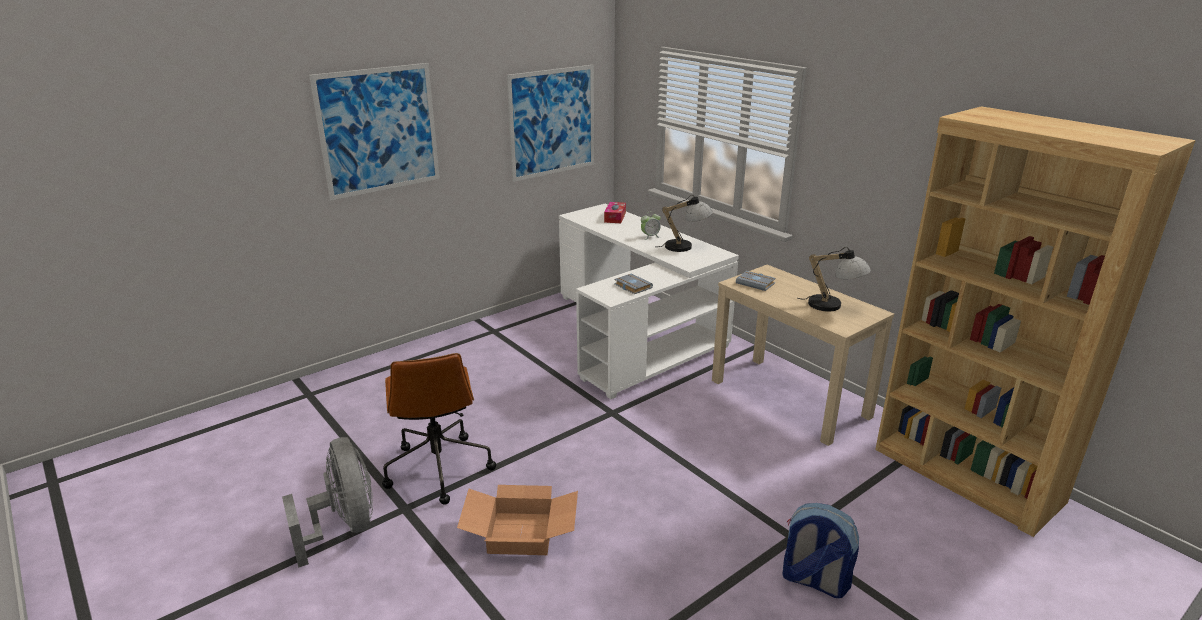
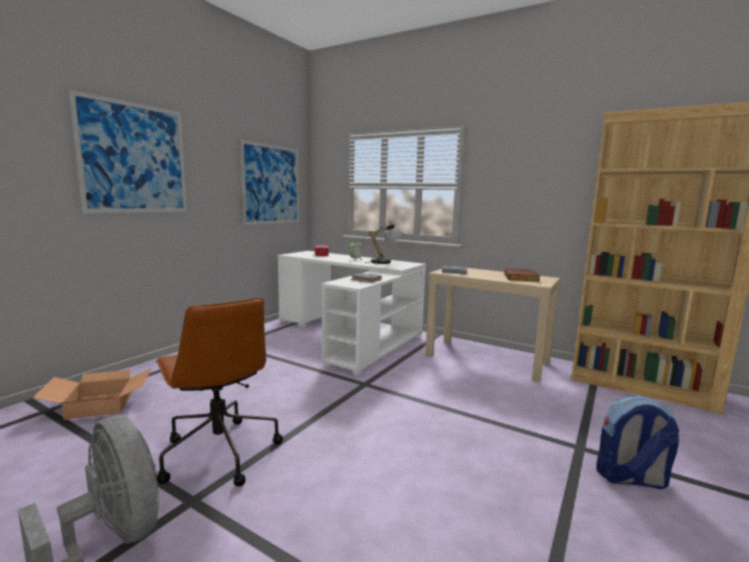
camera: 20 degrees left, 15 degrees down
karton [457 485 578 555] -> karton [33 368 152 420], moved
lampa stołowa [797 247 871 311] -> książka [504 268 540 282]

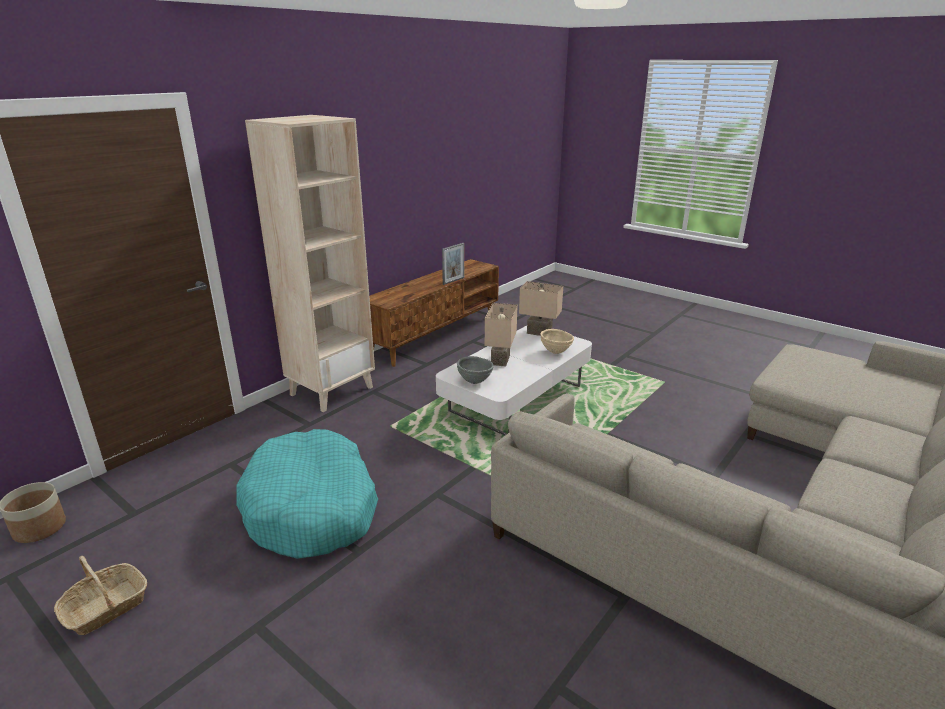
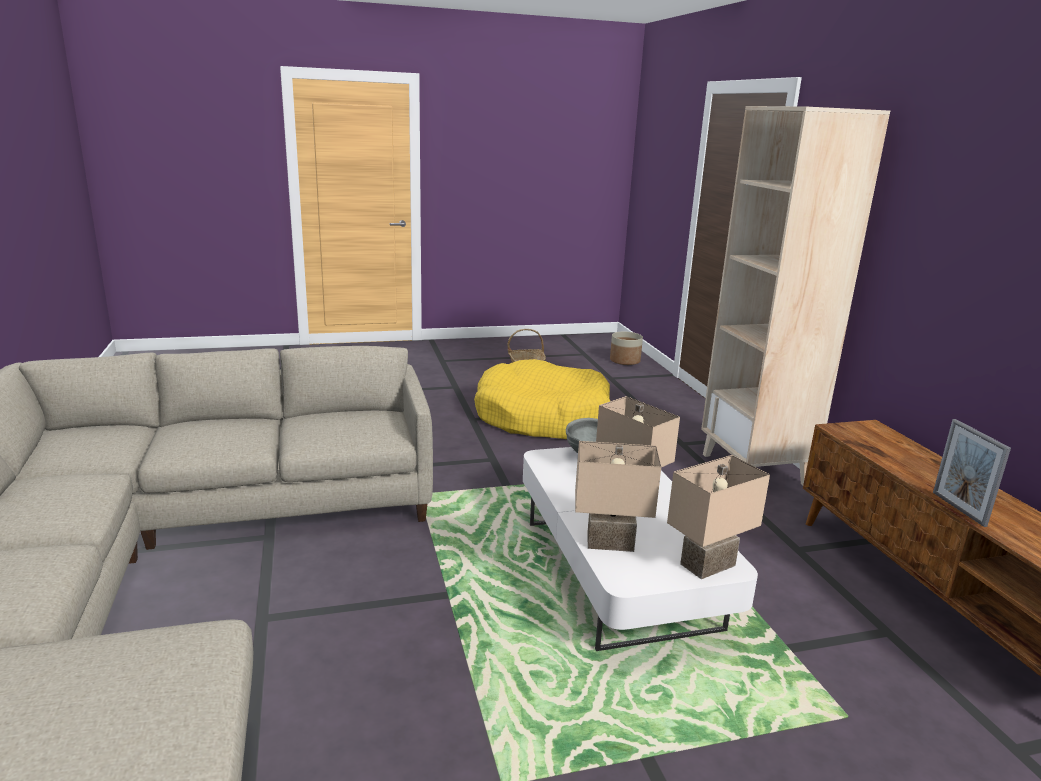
camera: 125 degrees right, 5 degrees down
miska [beżowy] [540 329 574 354] -> lampa stołowa [beżowy] [575 441 661 552]
legowisko [turkusowy] [236 429 378 559] -> legowisko [żółty] [474 359 610 439]

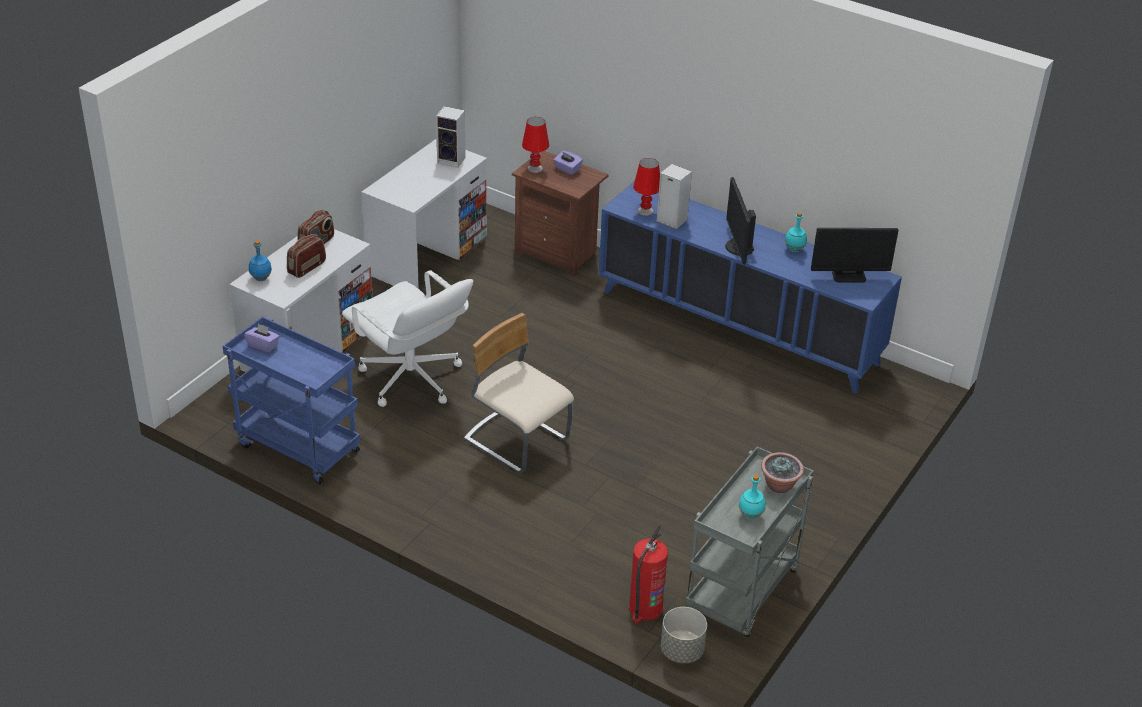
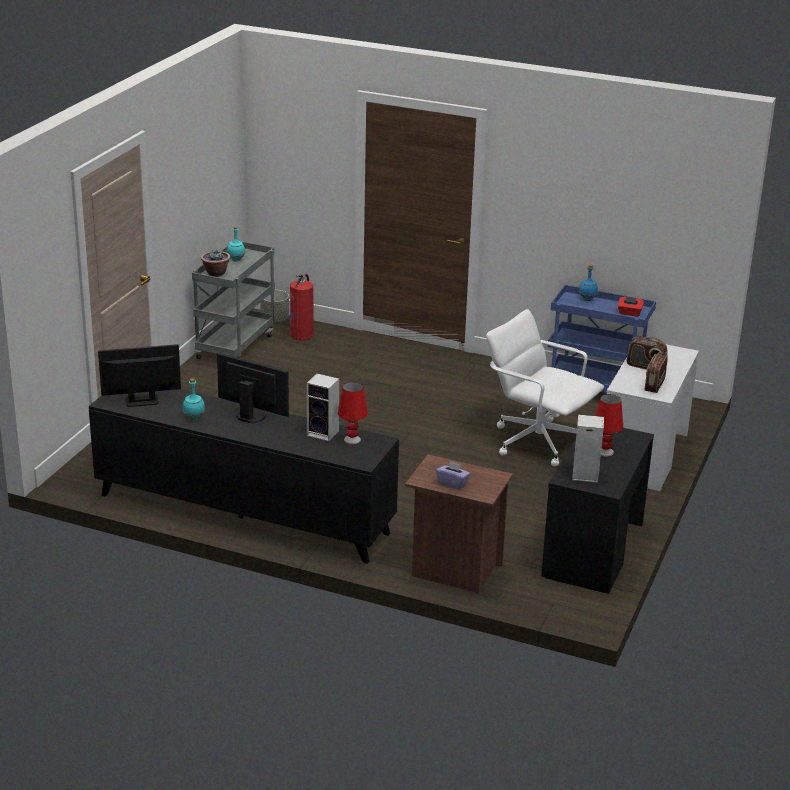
camera: 170 degrees right, 10 degrees down
krzesło [beżowy] [464 313 574 473] -> none
butelka [niebieski] [249 240 272 281] -> butelka [niebieski] [579 264 598 301], moved
lampa stołowa [czerwony] [522 117 549 173] -> lampa stołowa [czerwony] [595 394 623 456], moved
pudełko chusteczek [fioletowy] [244 324 280 353] -> pudełko chusteczek [czerwony] [618 296 644 317]
biurko [biały] [361 139 487 289] -> biurko [czarny] [541 428 654 594]
szafka [niebieski] [599 181 902 394] -> szafka [czarny] [89 389 399 564]
radio [287 234 326 278] -> radio [627 337 668 370], 90 degrees clockwise
monitor [725 177 756 265] -> monitor [217 352 289 423], 45 degrees counterclockwise

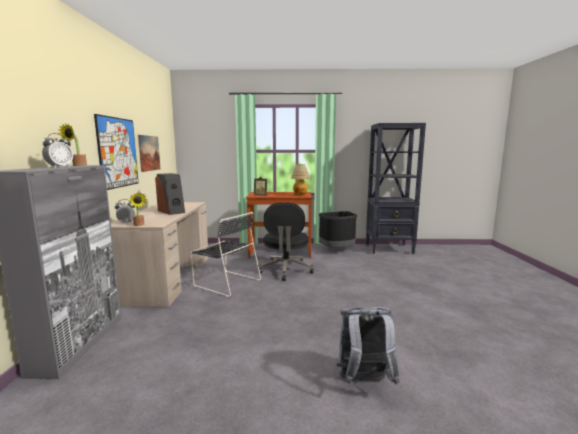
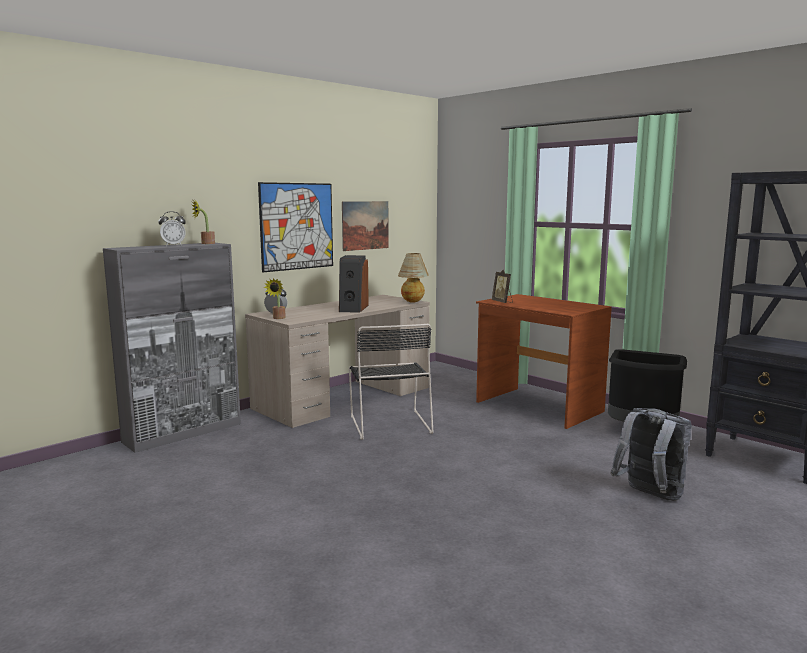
camera: 45 degrees right, 0 degrees up
krzesło biurowe [czarny] [258 203 314 281] -> none
lampa stołowa [291 164 310 195] -> lampa stołowa [398 253 429 303], moved
plecak [szary] [336 307 400 384] -> plecak [szary] [611 408 692 501], moved

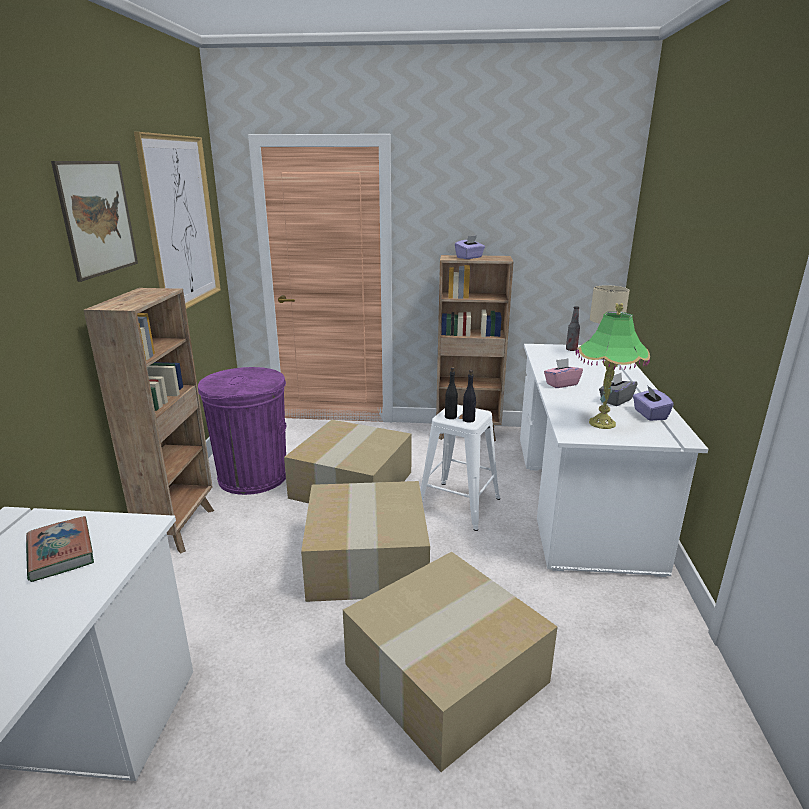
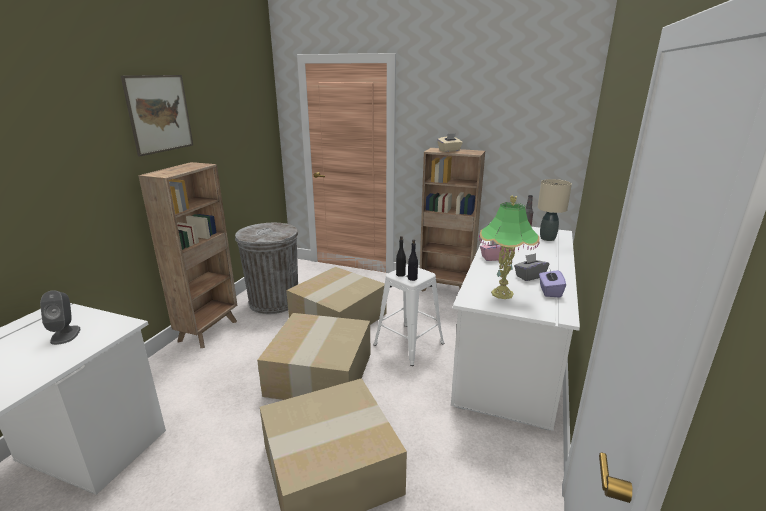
camera: 15 degrees right, 0 degrees up
obraz [134 132 221 309] -> none
książka [26 516 94 582] -> głośnik [szary] [40 290 80 345]
kosz na śmieci [fioletowy] [198 367 286 495] -> kosz na śmieci [szary] [235 223 298 314]
pudełko chusteczek [fioletowy] [455 235 485 259] -> pudełko chusteczek [beżowy] [438 133 463 152]

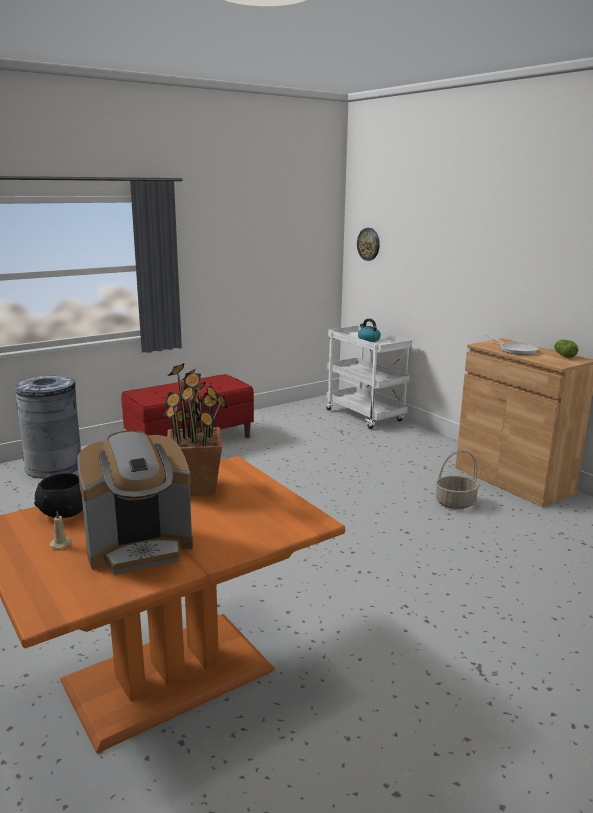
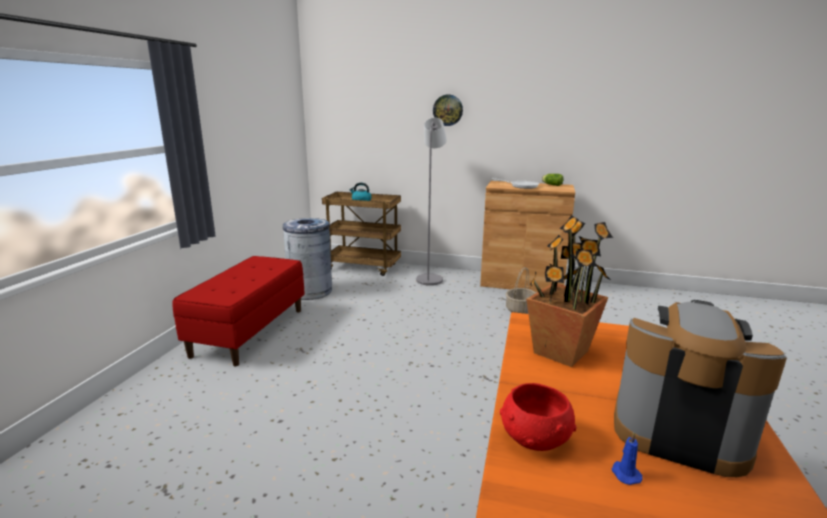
camera: 40 degrees left, 0 degrees up
none -> lampa stojąca [szary] [416 118 447 286]
kosz na śmieci [szary] [14 376 81 479] -> kosz na śmieci [szary] [283 218 332 300], moved
zegar ścienny [357 228 380 261] -> zegar ścienny [433 95 463 126], moved
miska [czarny] [34 473 83 518] -> miska [czerwony] [500 383 576 451]
świeca [beżowy] [50 511 72 549] -> świeca [niebieski] [612 432 642 485]
wózek [biały] [326 325 412 429] -> wózek [brązowy] [322 192 401 276]
ekspres do kawy [77 430 193 575] -> ekspres do kawy [614 300 787 477], 90 degrees counterclockwise

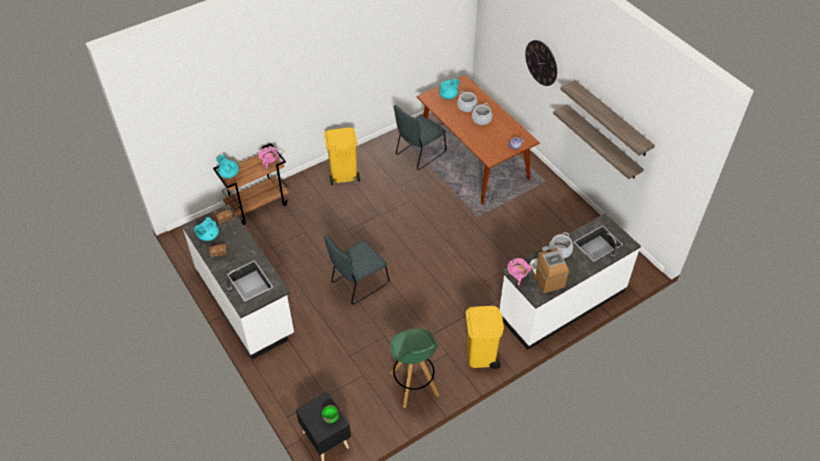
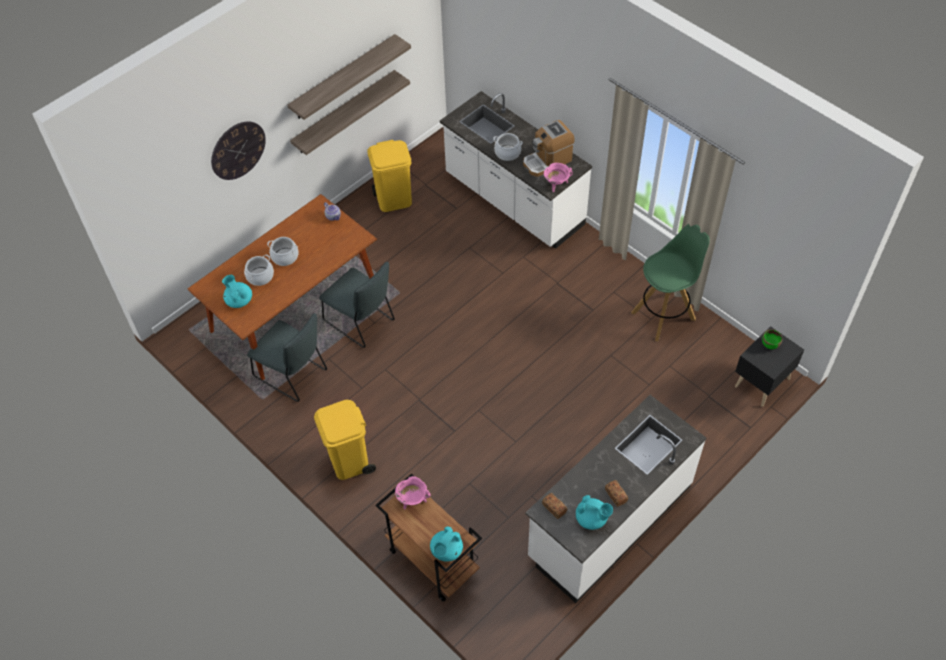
camera: 100 degrees left, 5 degrees up
krzesło [szary] [324 235 390 304] -> krzesło [szary] [319 262 395 348], moved
kosz na śmieci [żółty] [466 306 504 369] -> kosz na śmieci [żółty] [367 140 412 212], moved

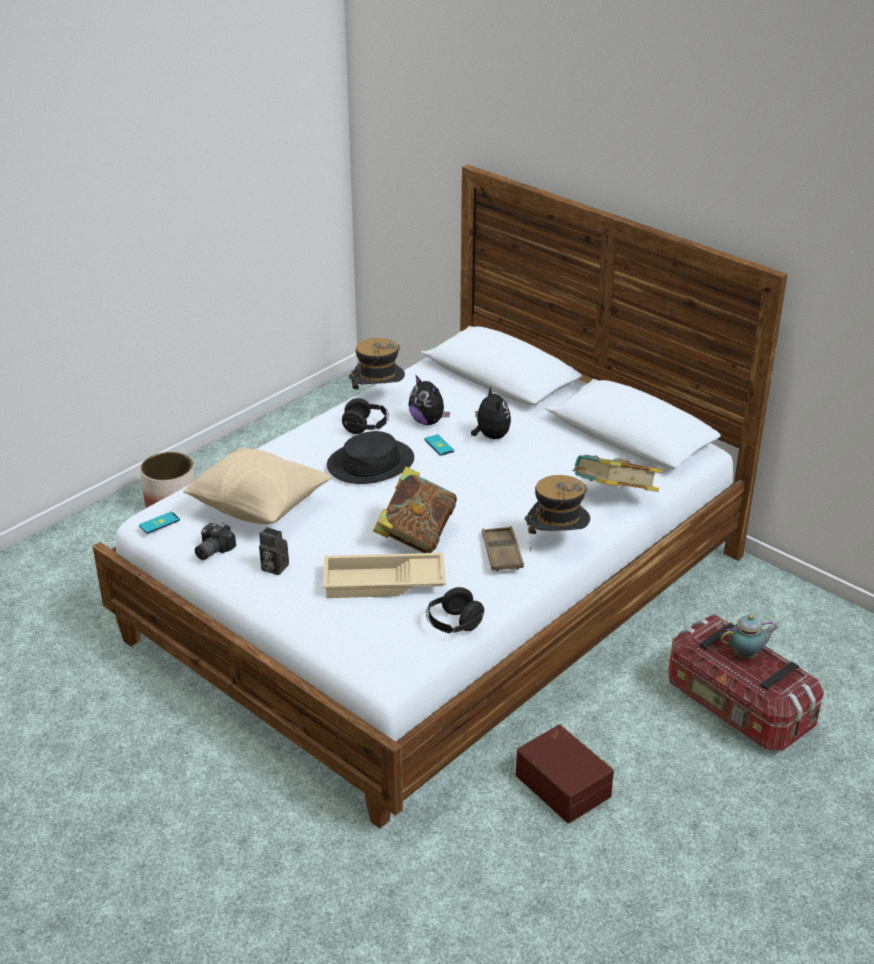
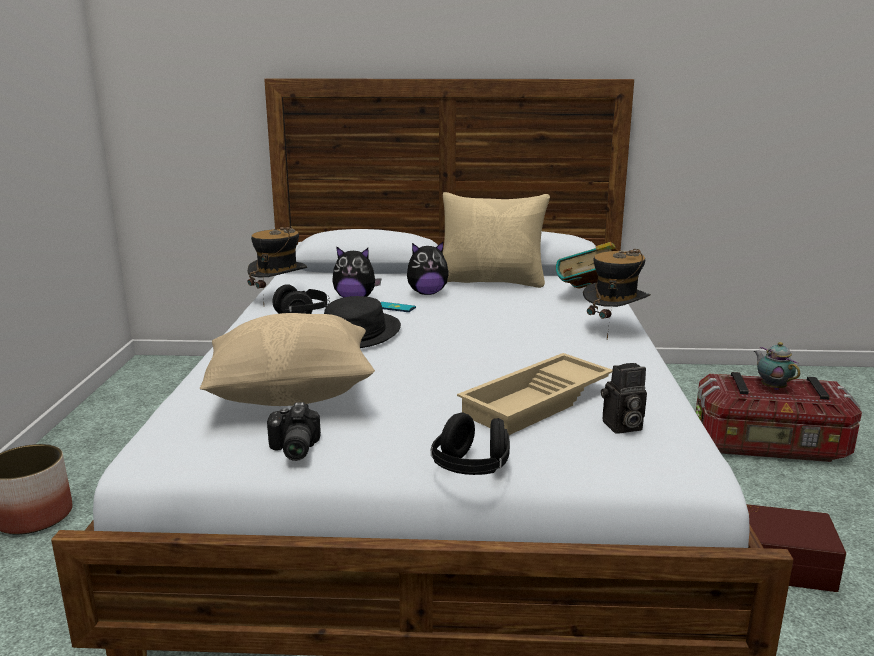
camera: 40 degrees left, 15 degrees down
telefon [139 512 180 534] -> none
książka [373 467 457 553] -> none
taca [brązowy] [482 526 524 571] -> none
none -> poduszka [beżowy] [443 192 550 288]
aparat fotograficzny [259 527 289 575] -> aparat fotograficzny [601 363 647 434], moved
słuchawki [czarny] [426 587 484 633] -> słuchawki [czarny] [431 413 510 475], moved
pluszak [471 387 511 439] -> pluszak [407 242 449 295], 135 degrees clockwise
imbryk [720 615 779 659] -> imbryk [754 342 800 390], 60 degrees counterclockwise

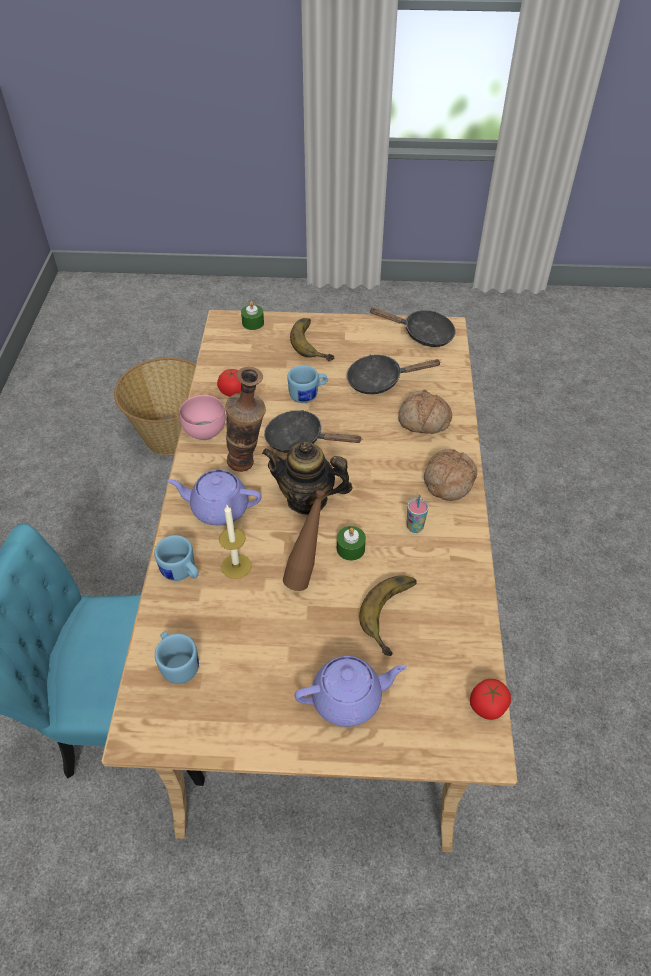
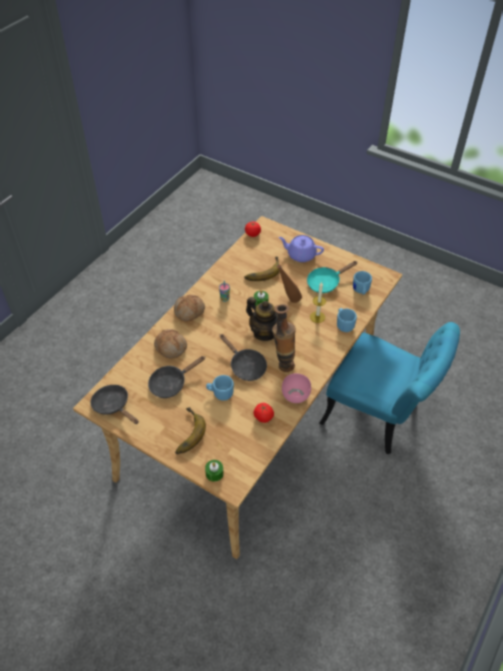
camera: 150 degrees left, 0 degrees up
koszyk [114 357 196 455] -> none
imbryk [fioletowy] [167 470 262 525] -> none
none -> patelnia [turkusowy] [307 261 358 293]
patelnia [czarny] [347 355 442 394] -> patelnia [czarny] [148 356 205 398], 120 degrees clockwise

